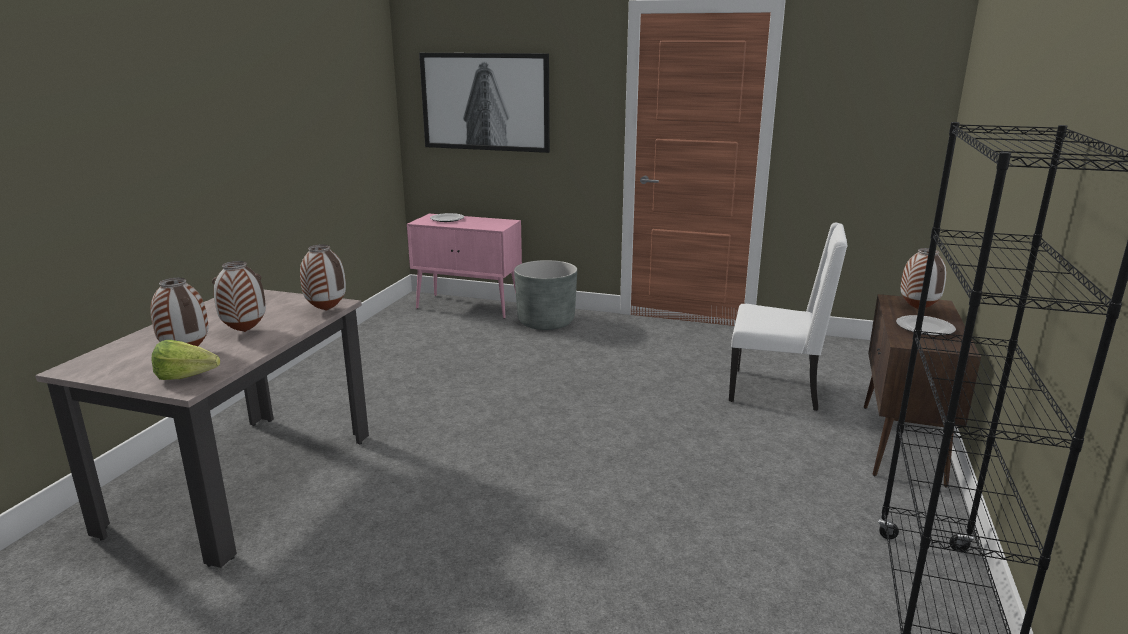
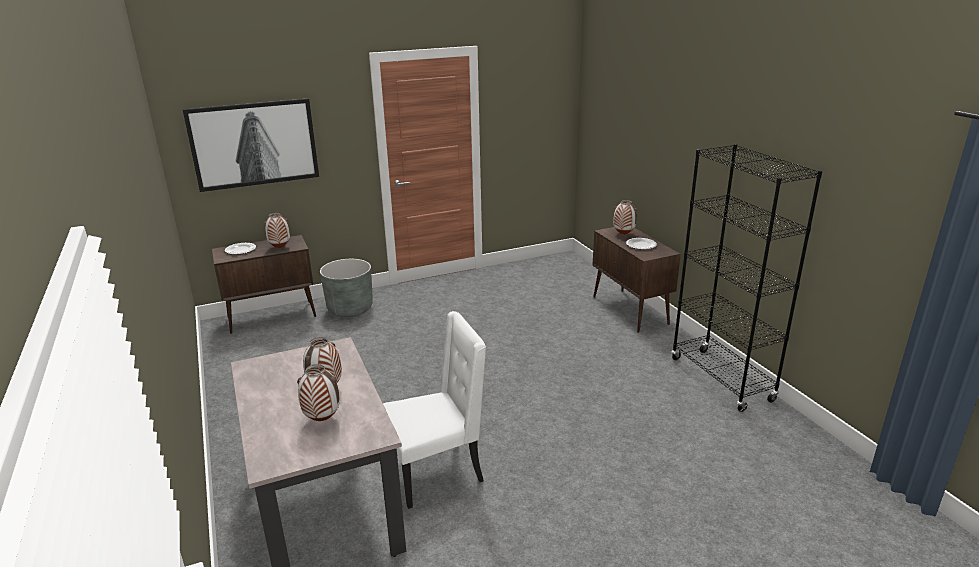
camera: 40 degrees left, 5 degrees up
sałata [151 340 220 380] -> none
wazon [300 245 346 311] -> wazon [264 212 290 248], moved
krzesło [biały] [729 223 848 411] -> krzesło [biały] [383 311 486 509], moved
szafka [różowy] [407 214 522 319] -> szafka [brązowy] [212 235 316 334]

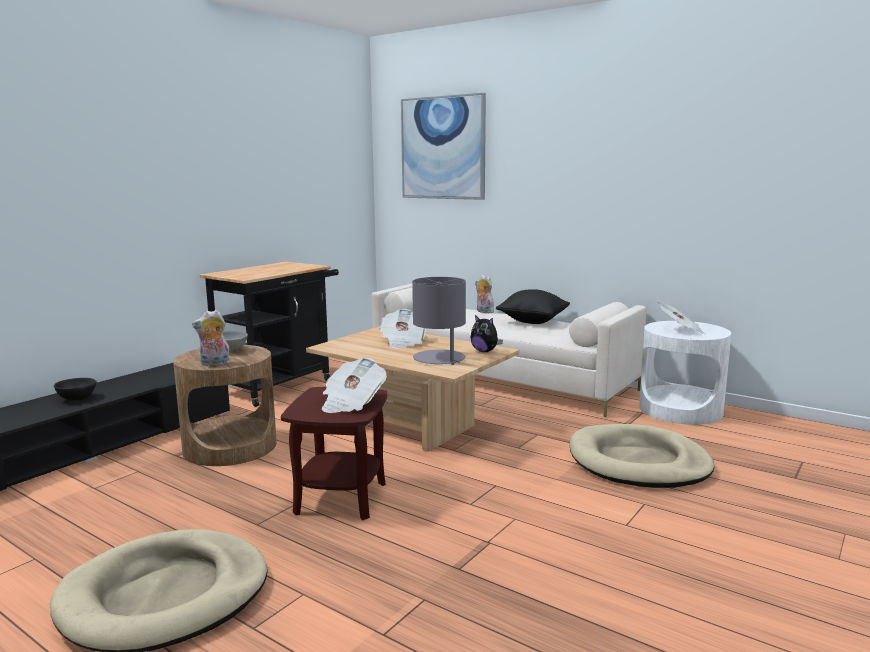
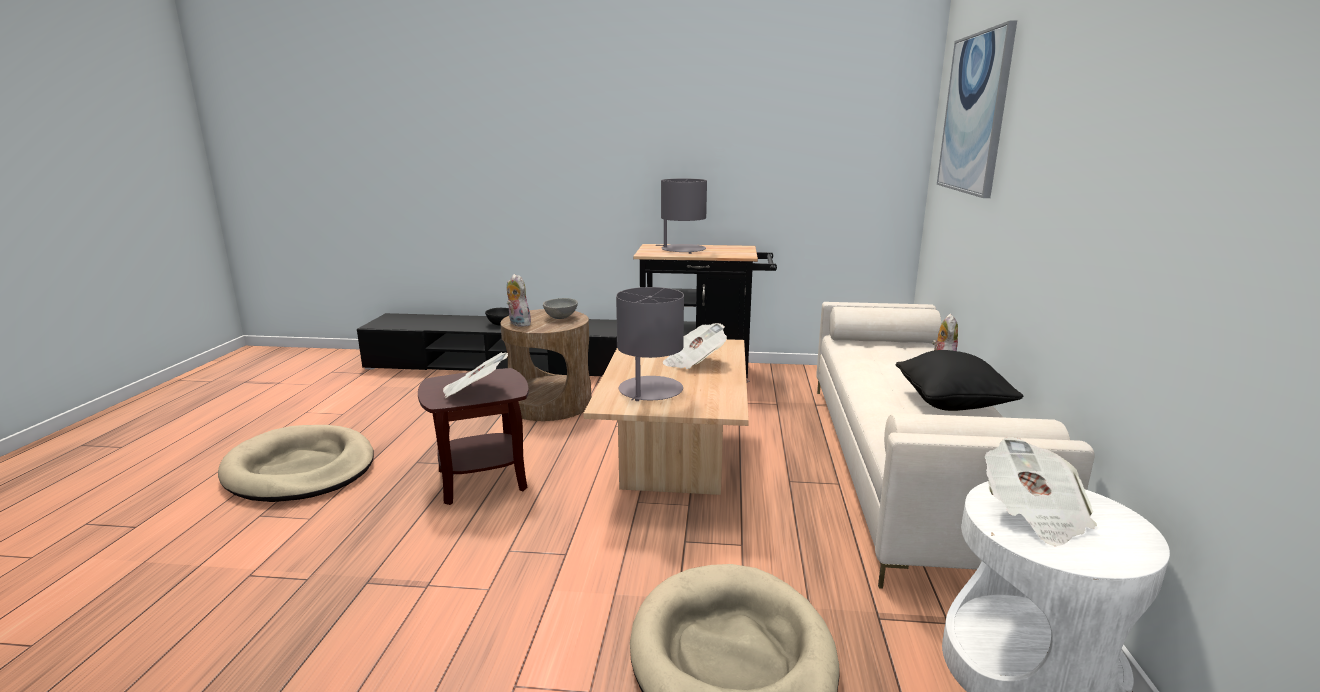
camera: 60 degrees right, 5 degrees up
pluszak [471 315 503 352] -> none
none -> lampa stołowa [szary] [656 179 707 254]

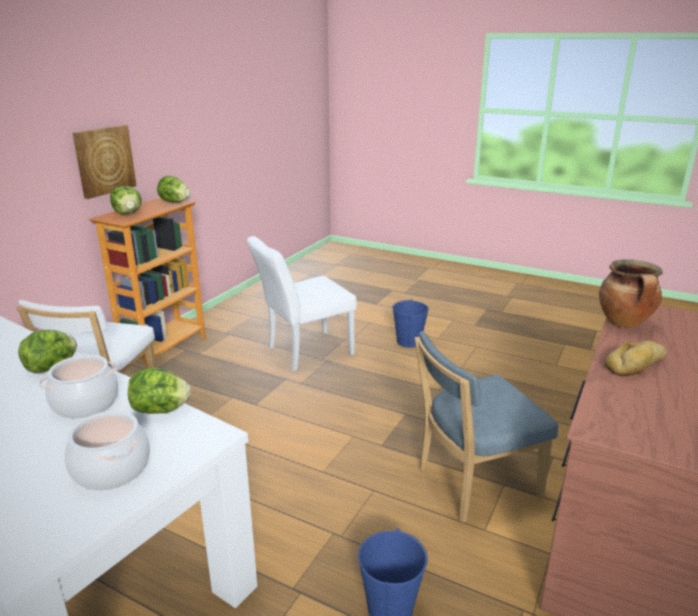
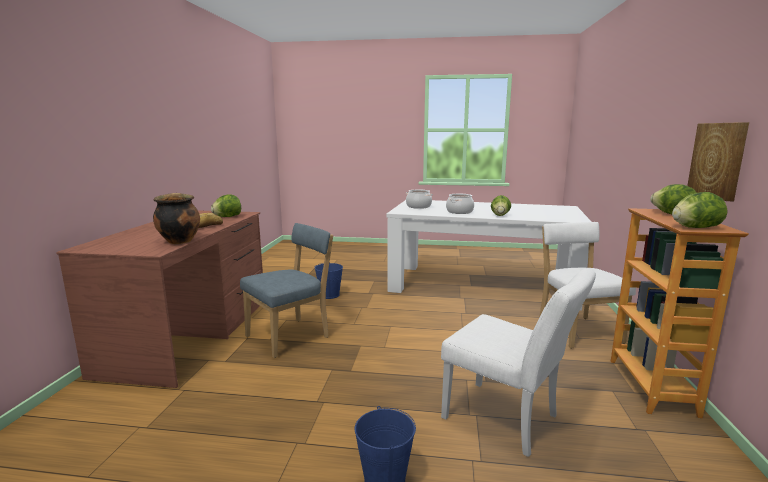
camera: 160 degrees right, 10 degrees down
sałata [128 367 191 414] -> sałata [211 194 241 217], moved
krzesło [biały] [247 236 357 371] -> krzesło [biały] [441 268 596 457], 90 degrees clockwise

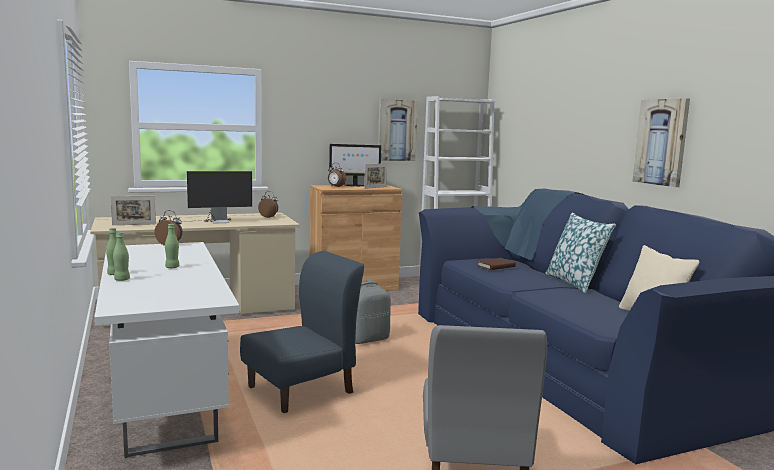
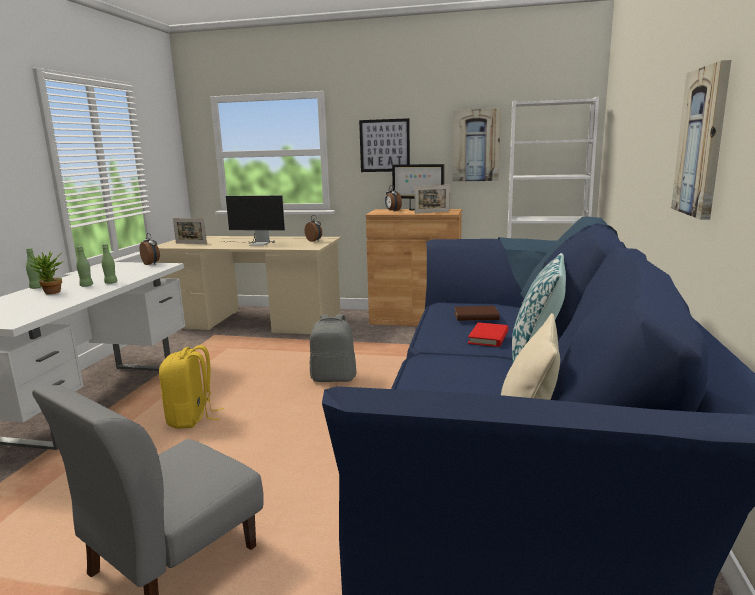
camera: 35 degrees right, 5 degrees up
none -> roślina doniczkowa [29 250 64 294]
none -> obraz [359 118 410 172]
none -> książka [czerwony] [468 322 509 347]
butelka [zielony] [113 232 130 281] -> butelka [zielony] [101 244 117 284], moved
krzesło [niebieski] [240 251 364 413] -> plecak [żółty] [159 345 224 429]

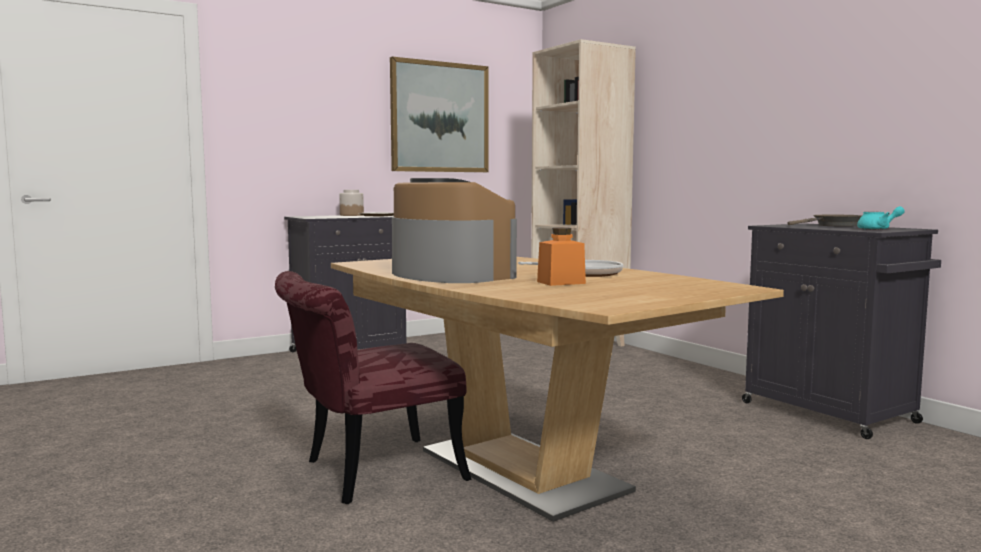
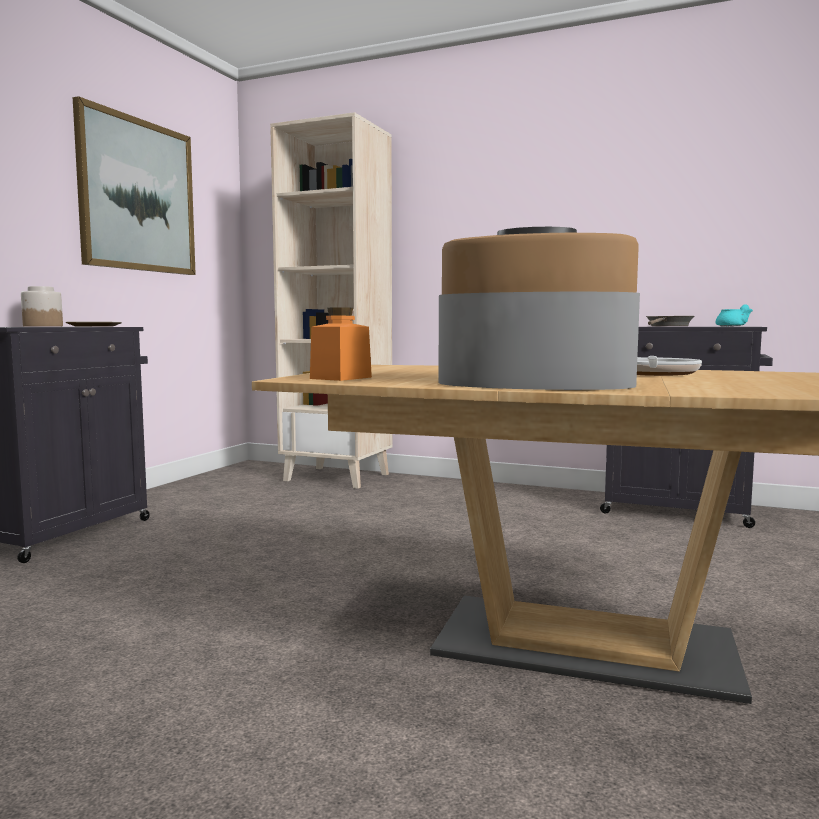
camera: 35 degrees left, 0 degrees up
krzesło [czerwony] [275 271 472 504] -> none
słoik [pomarańczowy] [537 228 586 286] -> słoik [pomarańczowy] [310 307 372 381], moved

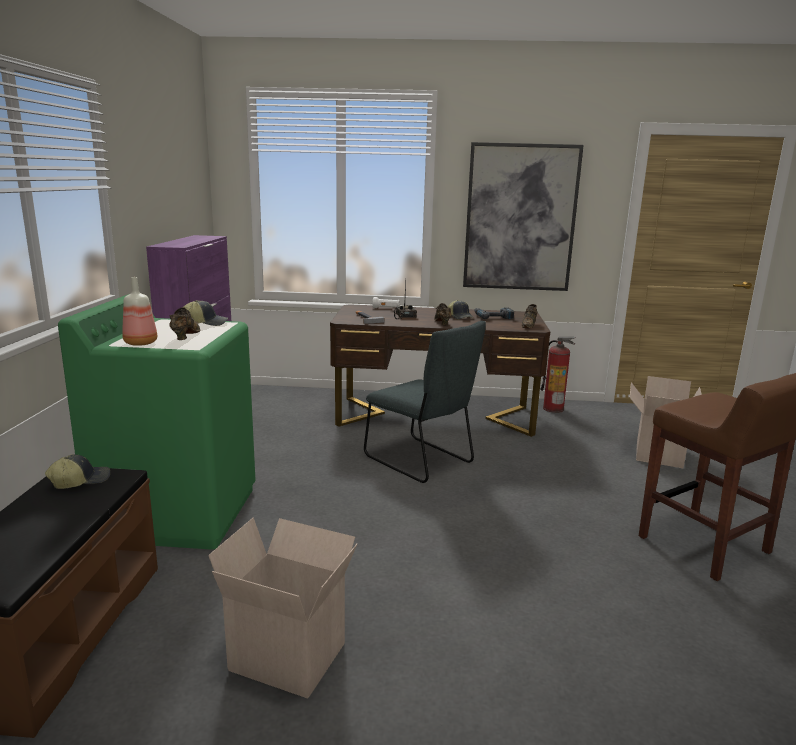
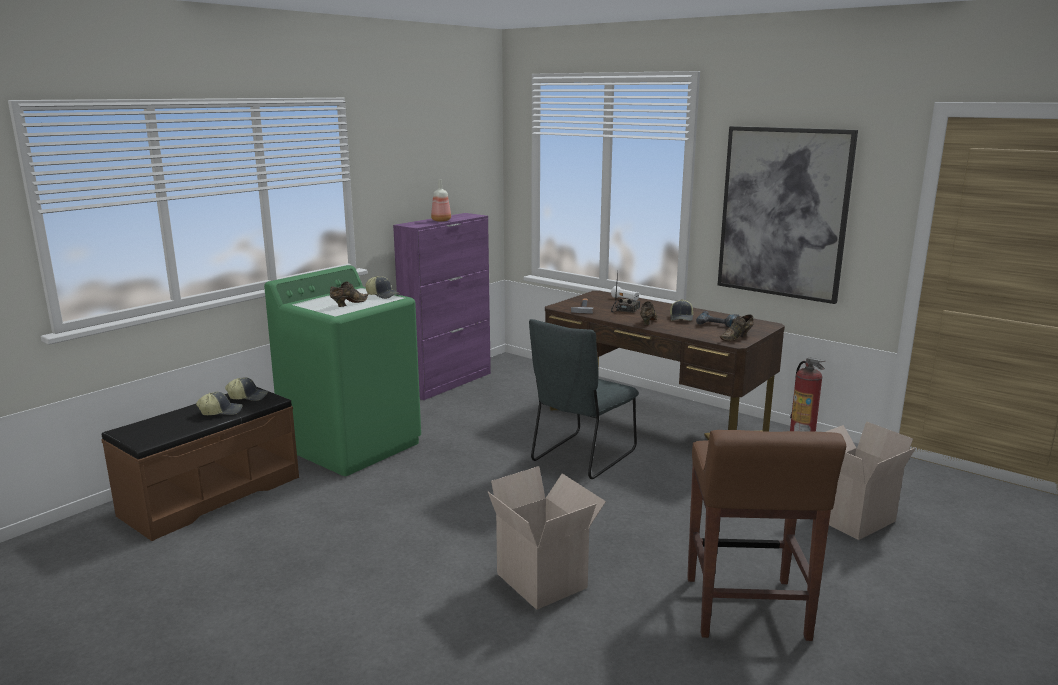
camera: 35 degrees right, 0 degrees up
none -> czapka z daszkiem [196 392 243 415]
butelka [122 277 157 346] -> butelka [431 179 451 222], moved
karton [208 517 357 699] -> karton [488 466 606 610], moved
krzesło [szary] [364 321 486 483] -> krzesło [szary] [529 319 639 479], 45 degrees clockwise

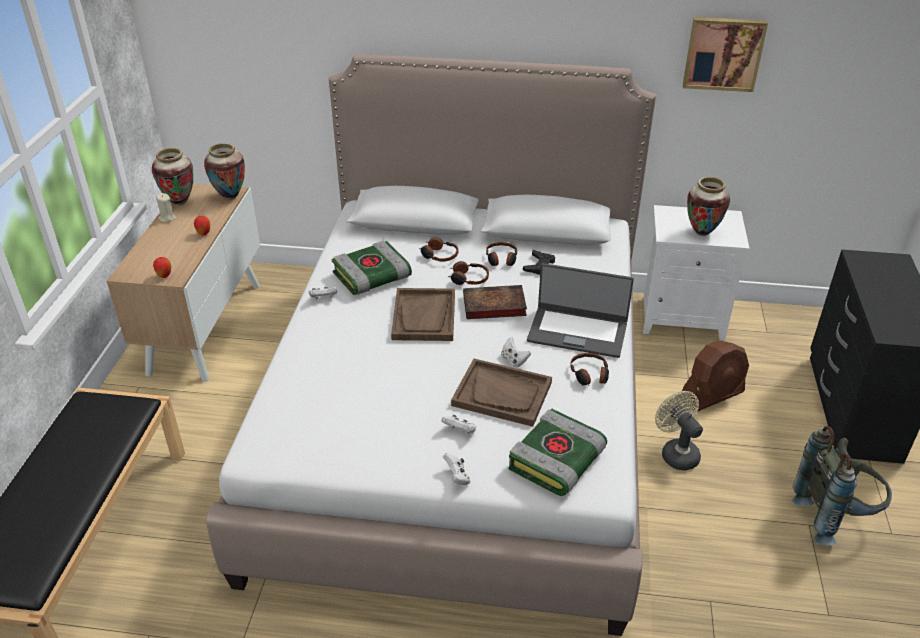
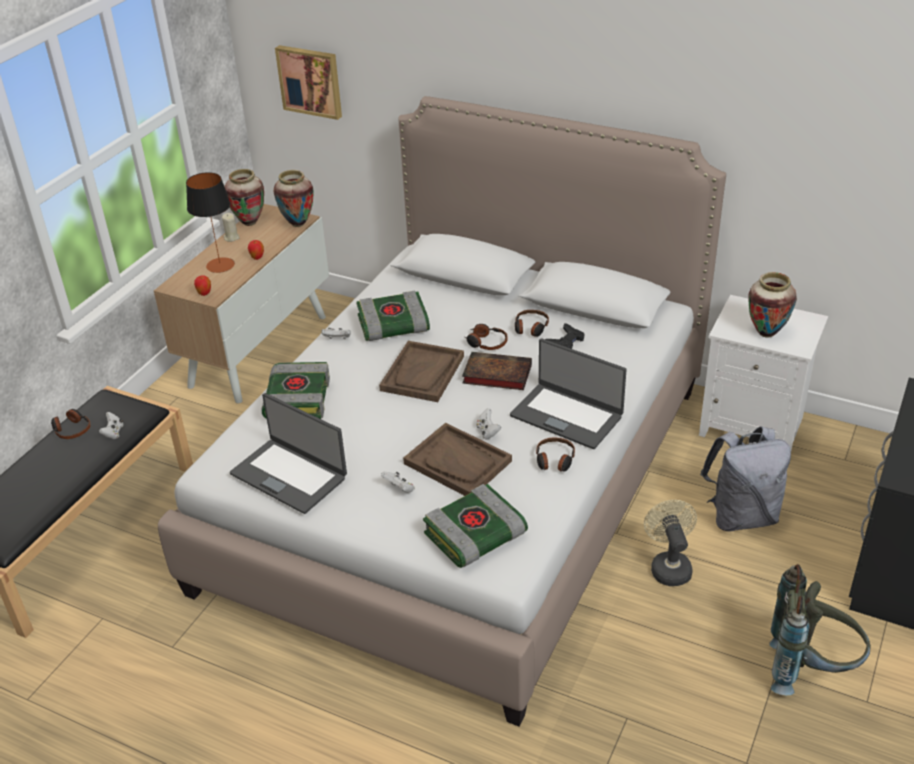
camera: 20 degrees right, 0 degrees up
none -> lampa stołowa [186 172 235 273]
none -> laptop [230 393 347 514]
none -> książka [261 362 330 419]
słuchawki [419 237 459 261] -> słuchawki [51 409 90 439], moved
pad do gier [biały] [443 453 470 485] -> pad do gier [biały] [99 412 124 439], moved
obraz [683 17 768 92] -> obraz [275 45 342 120], moved
wentylator [brązowy] [682 340 749 412] -> plecak [szary] [700 426 791 532]

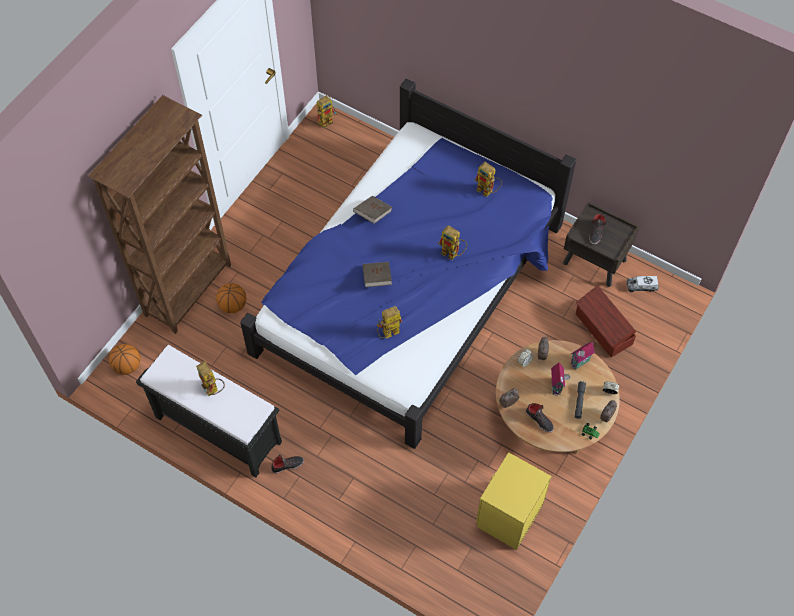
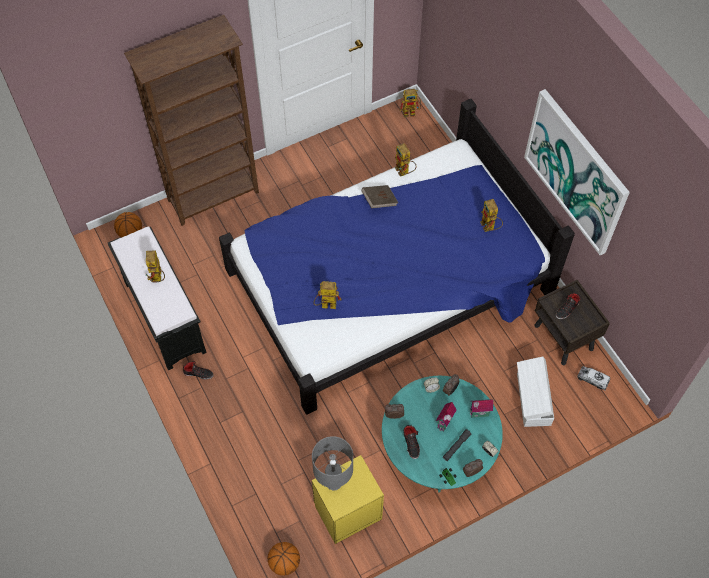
camera: 30 degrees right, 0 degrees up
książka [brązowy] [363 262 392 287] -> none
none -> lampa stołowa [szary] [312 436 353 491]
none -> obraz [524 89 630 255]
piłka do koszykówki [216 283 246 313] -> piłka do koszykówki [268 542 300 576], moved
robot zabawkowy [438 226 467 260] -> robot zabawkowy [395 143 417 177], moved
ława [brązowy] [496 340 620 454] -> ława [turkusowy] [382 376 503 493]
pojemnik do przechowywania [brązowy] [576 285 636 357] -> pojemnik do przechowywania [biały] [517 357 554 427]

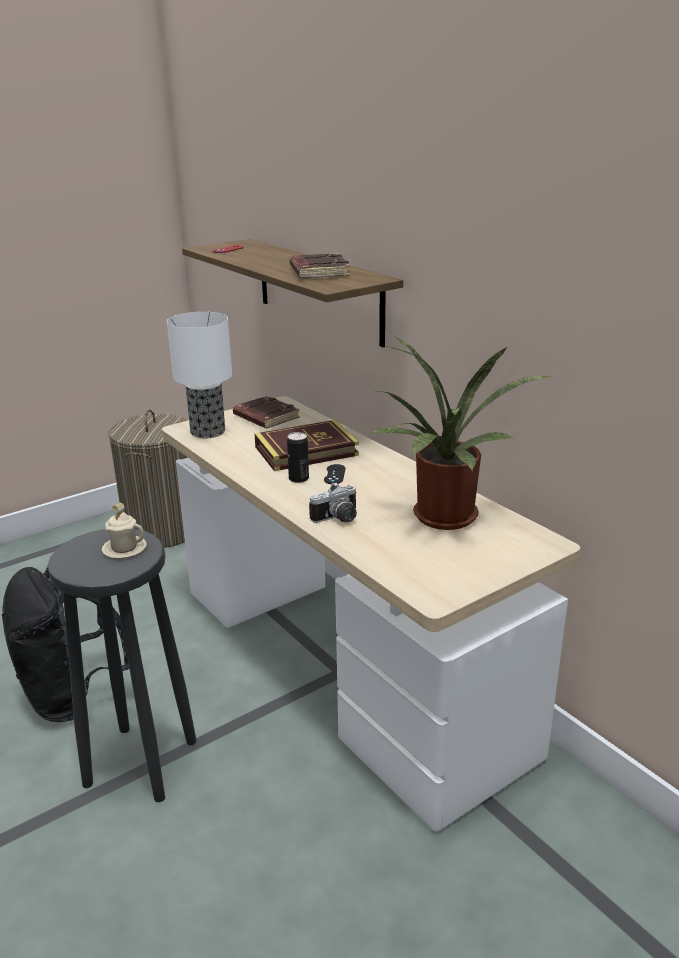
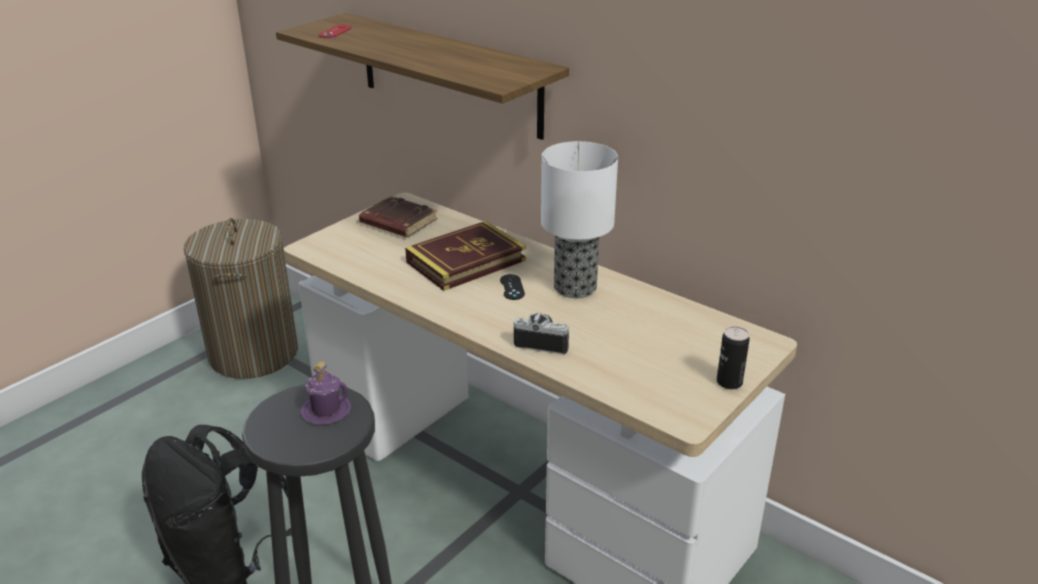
camera: 15 degrees left, 5 degrees up
książka [brązowy] [290 253 350 279] -> none
roślina doniczkowa [369 337 553 530] -> none
lampa stołowa [167 312 232 438] -> lampa stołowa [541 141 618 298], moved
puszka [287 432 309 483] -> puszka [717 326 750 389], moved
kubek [beżowy] [102 503 147 558] -> kubek [fioletowy] [300 361 351 425]
aparat fotograficzny [309 482 357 523] -> aparat fotograficzny [514 313 569 355], 120 degrees counterclockwise

